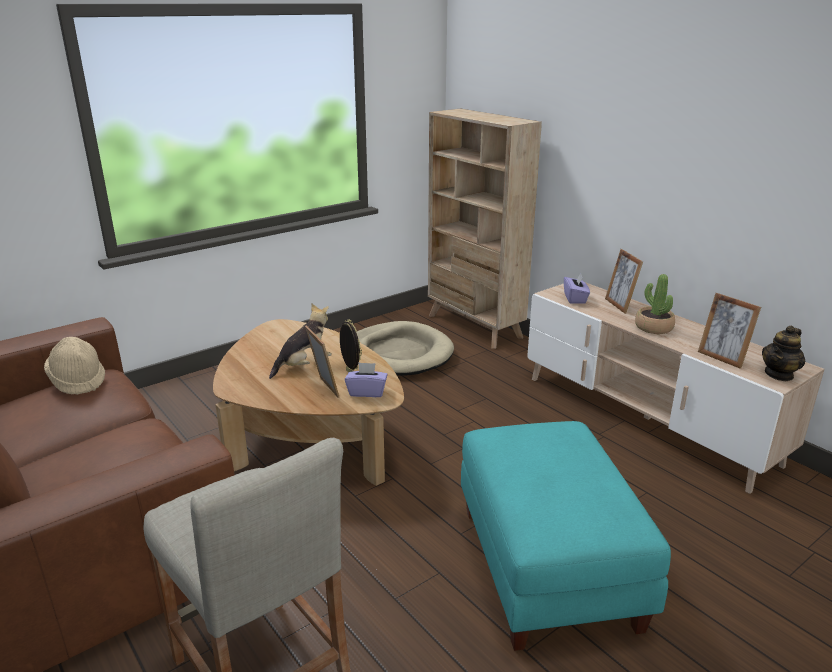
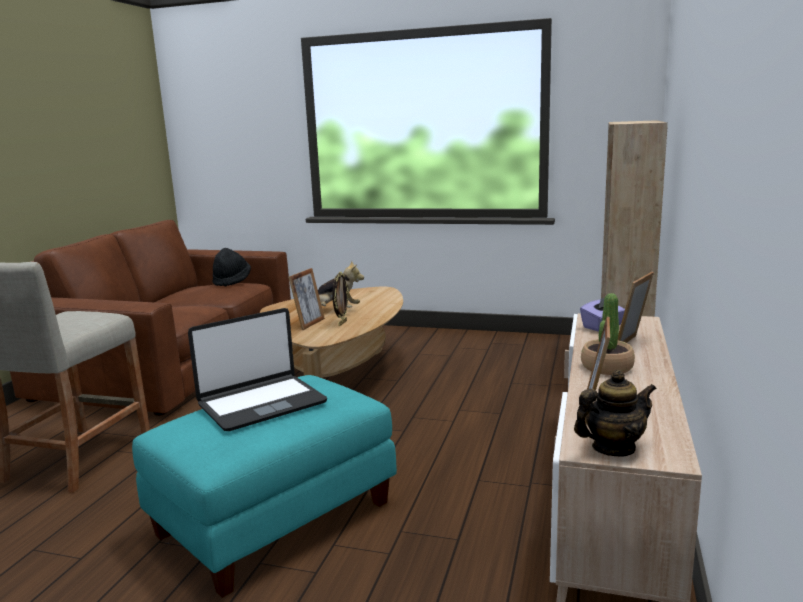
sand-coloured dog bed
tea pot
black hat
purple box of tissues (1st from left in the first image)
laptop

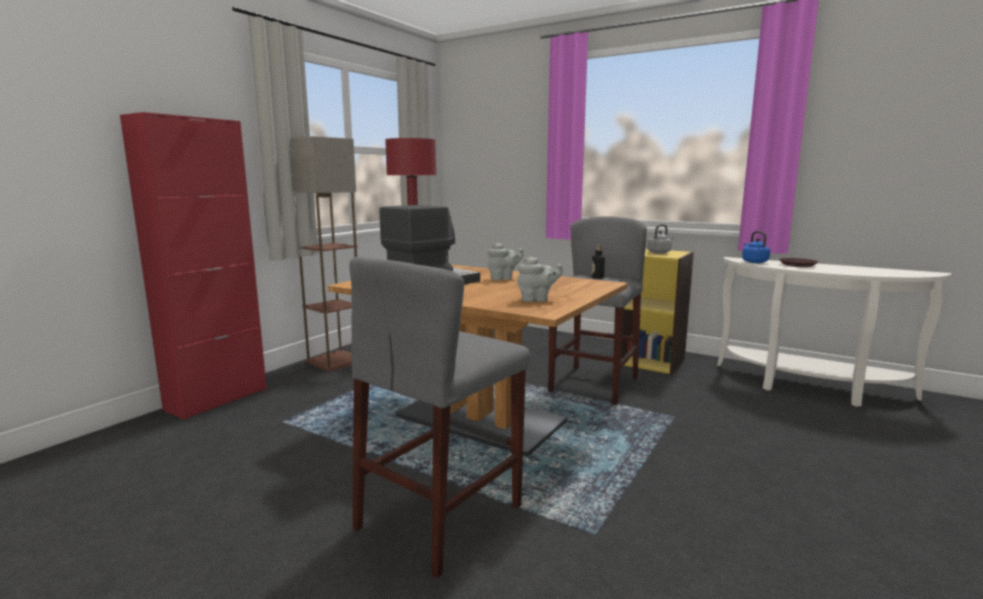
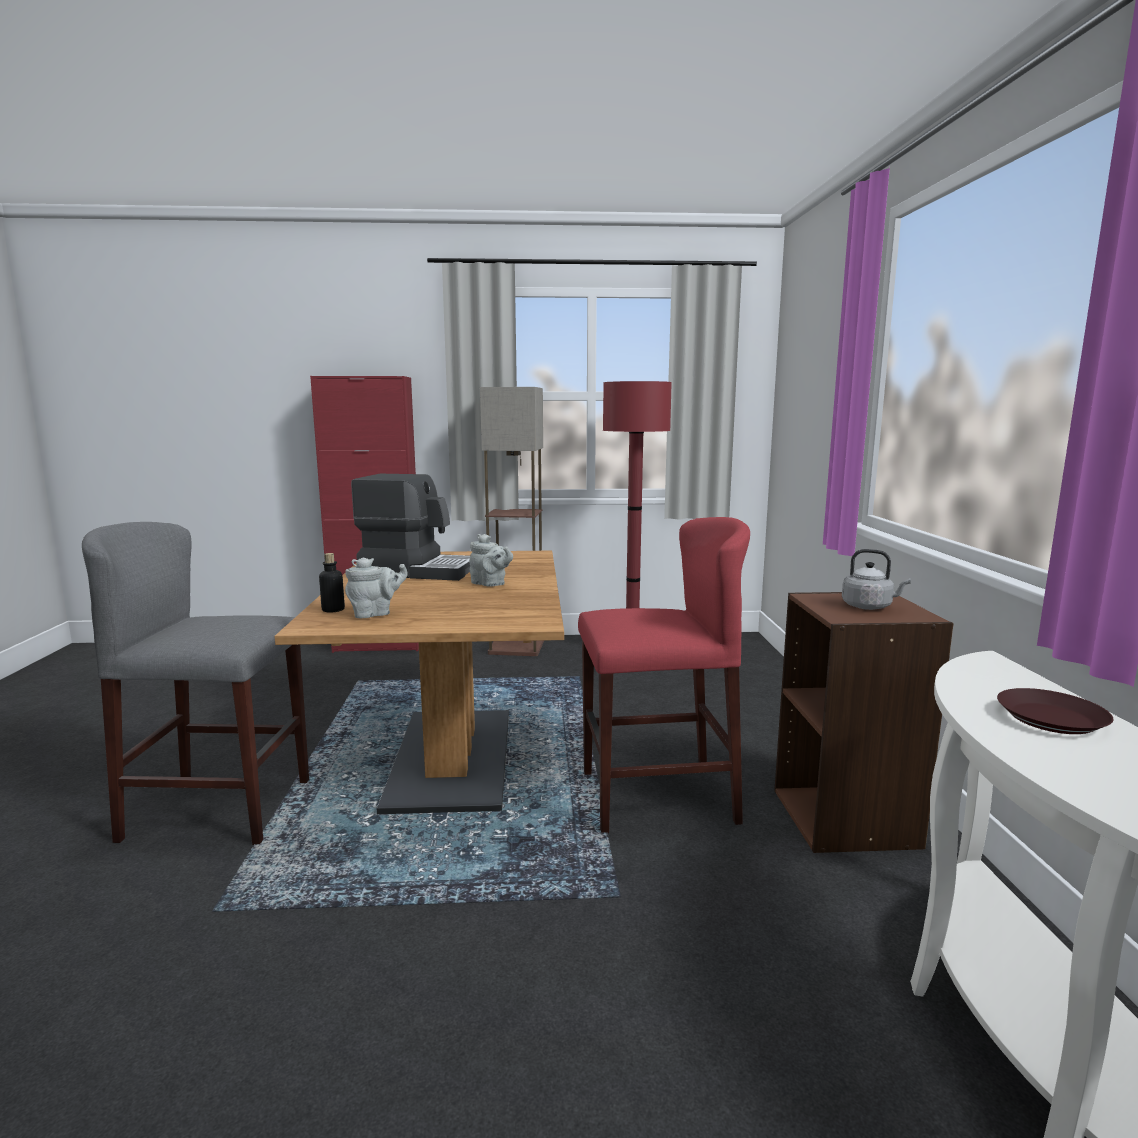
reddish sitting stool
blue water kettle
beverage bottle
brownish bookcase
grey tea pot (1st from left)

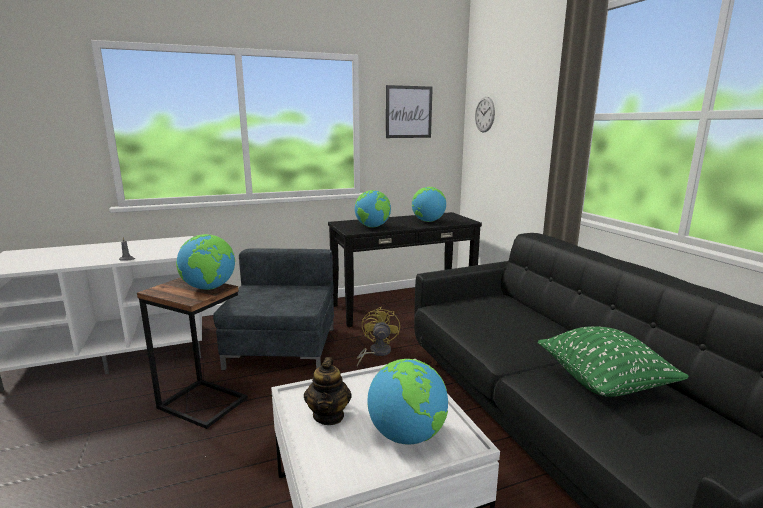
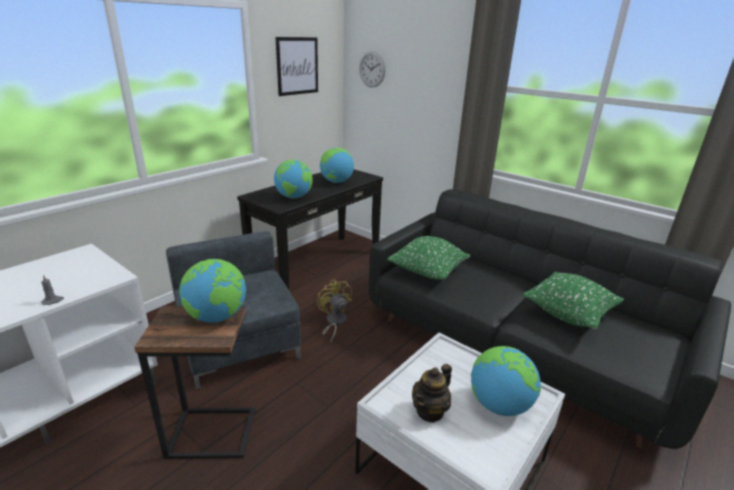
tea pot
greenish throw pillow (1st from left)

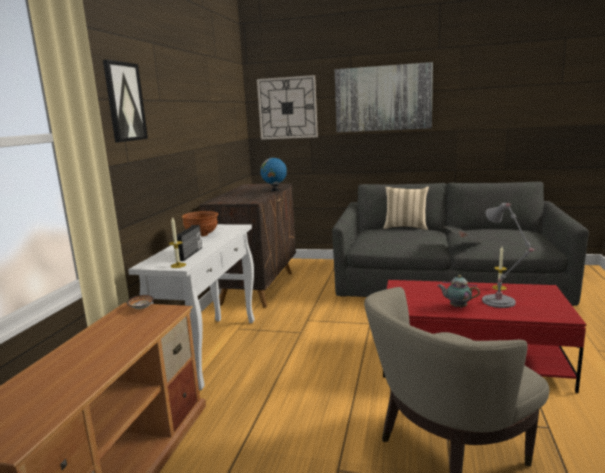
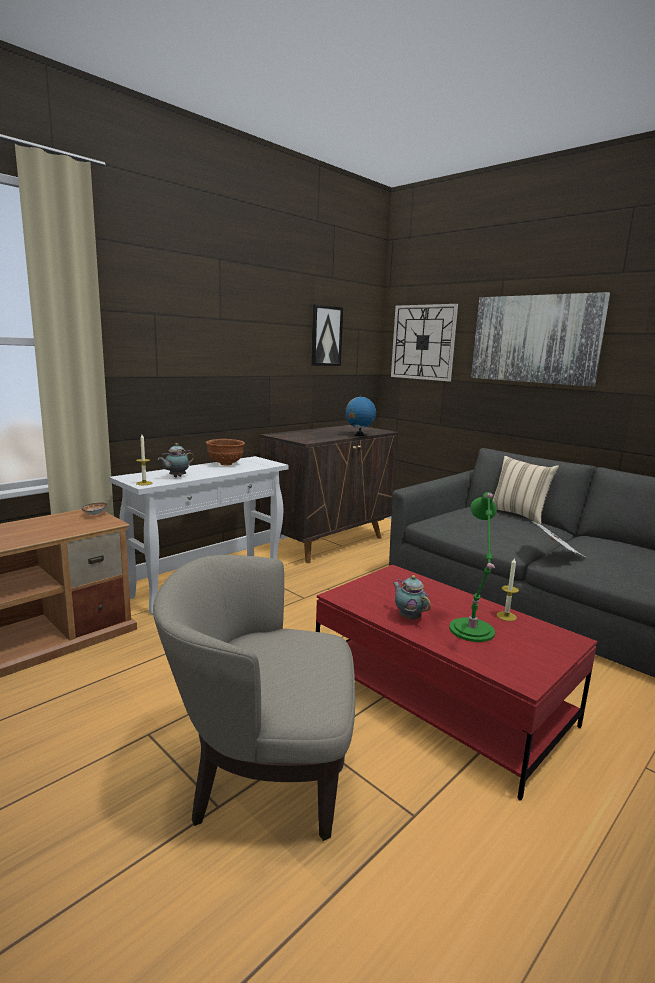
wall art (1st from left)
greenish tabletop lamp
tea pot (1st from left)

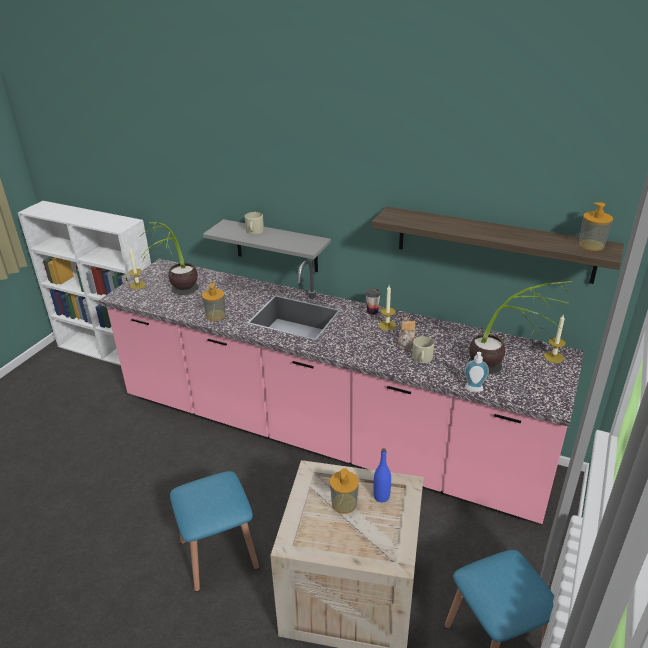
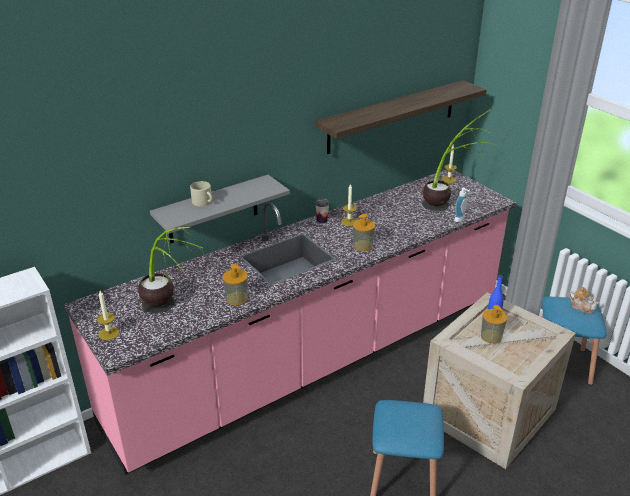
soap bottle (2nd from left)
tea pot
sand-coloured mug (2nd from left in the first image)

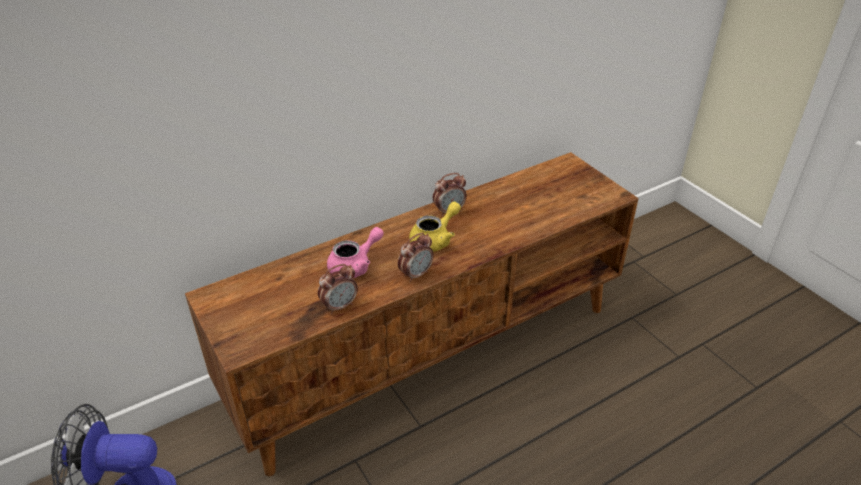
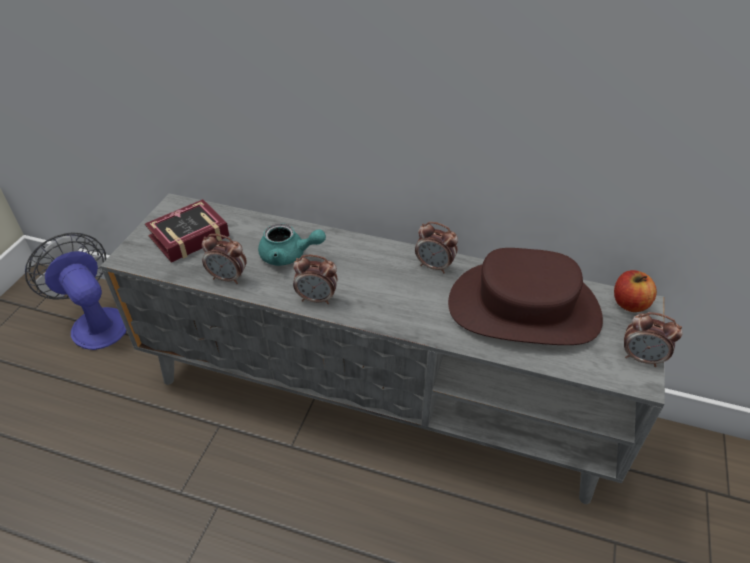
grey tv stand
yellowish tea pot
turquoise tea pot
bound book
brownish hat
whole apple
bedside clock (4th from left)

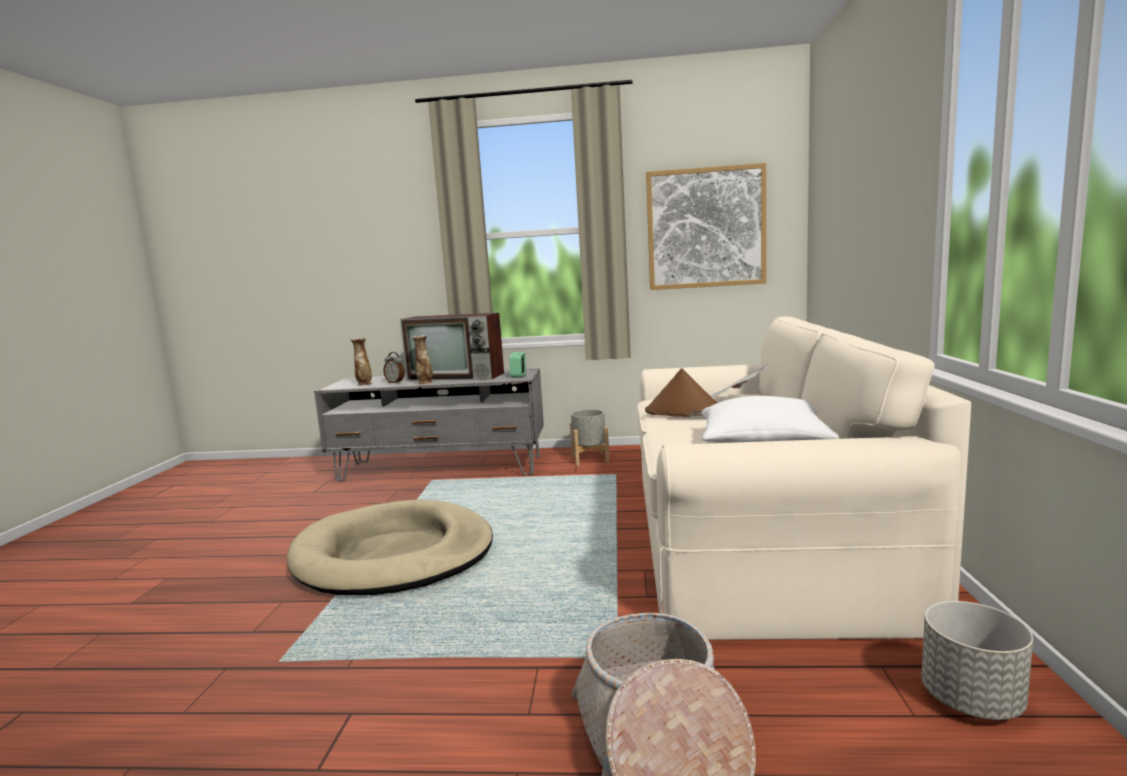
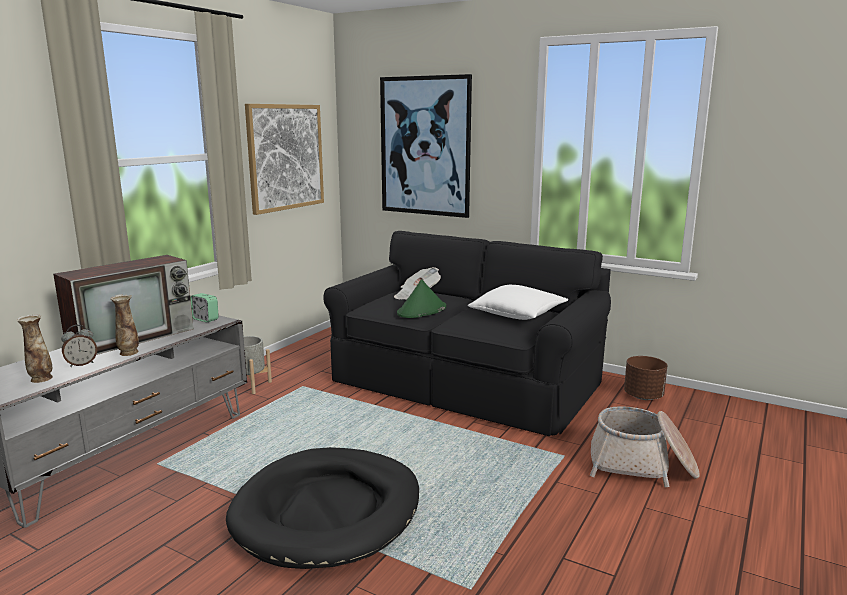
black sofa
greenish hat
black dog bed
brownish plant pot
wall art (2nd from left)

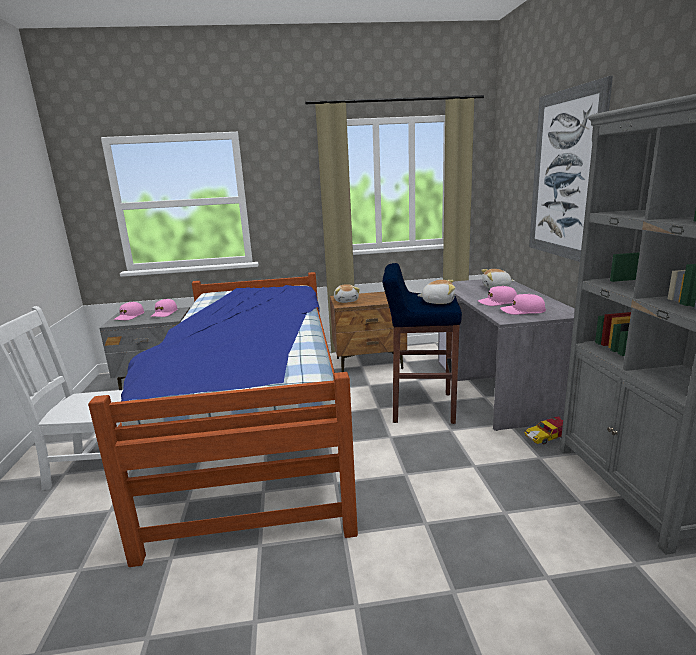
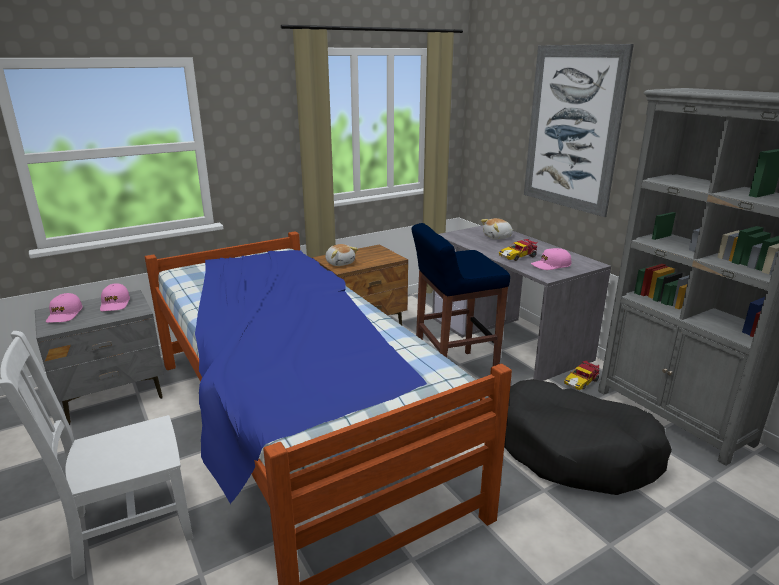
plush toy (2nd from left in the first image)
toy car (1st from left)
black dog bed

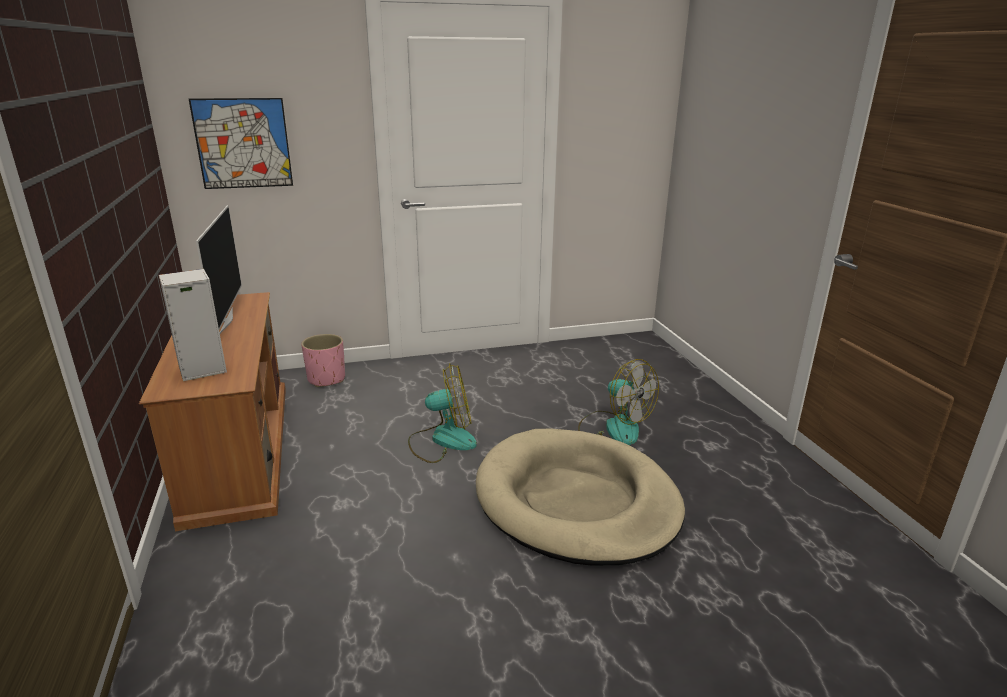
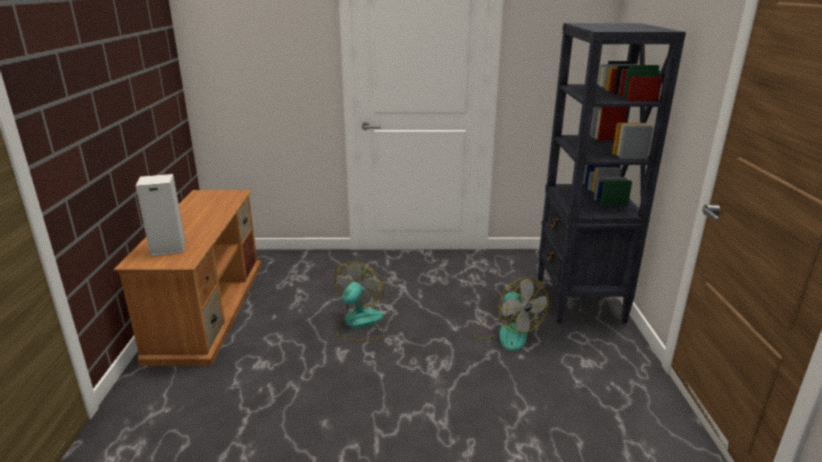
wall art
TV
pinkish plant pot
fan (1st from left)
sand-coloured dog bed
black bookcase

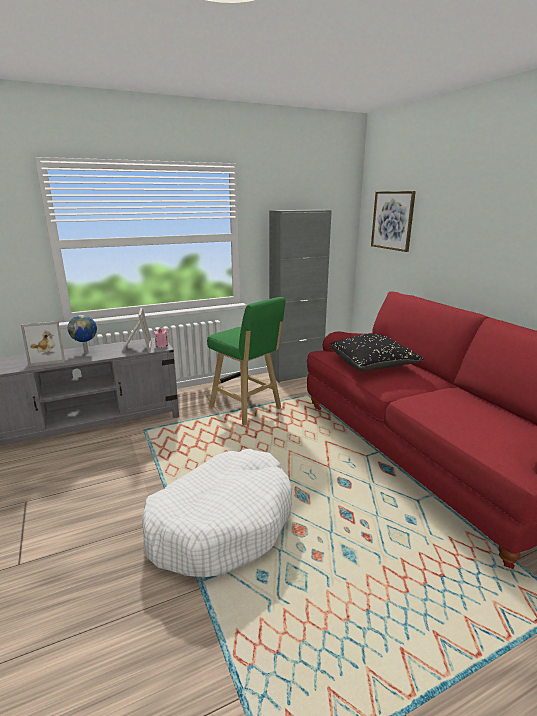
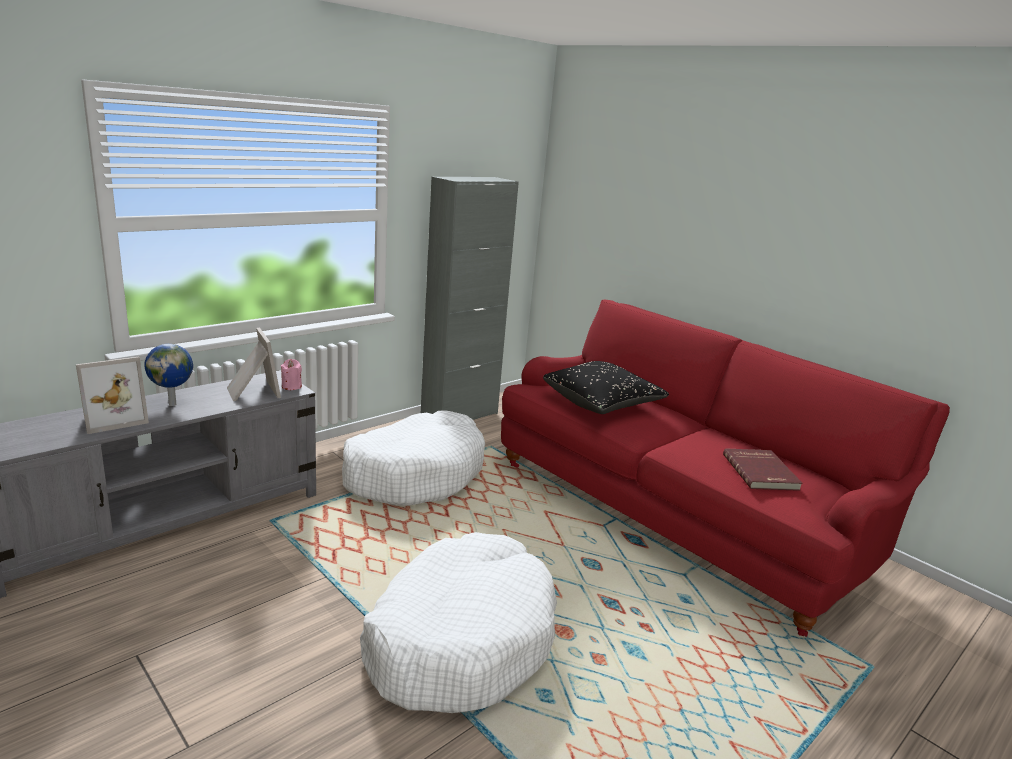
wall art
whitish dog bed (1st from left)
reddish bound book

